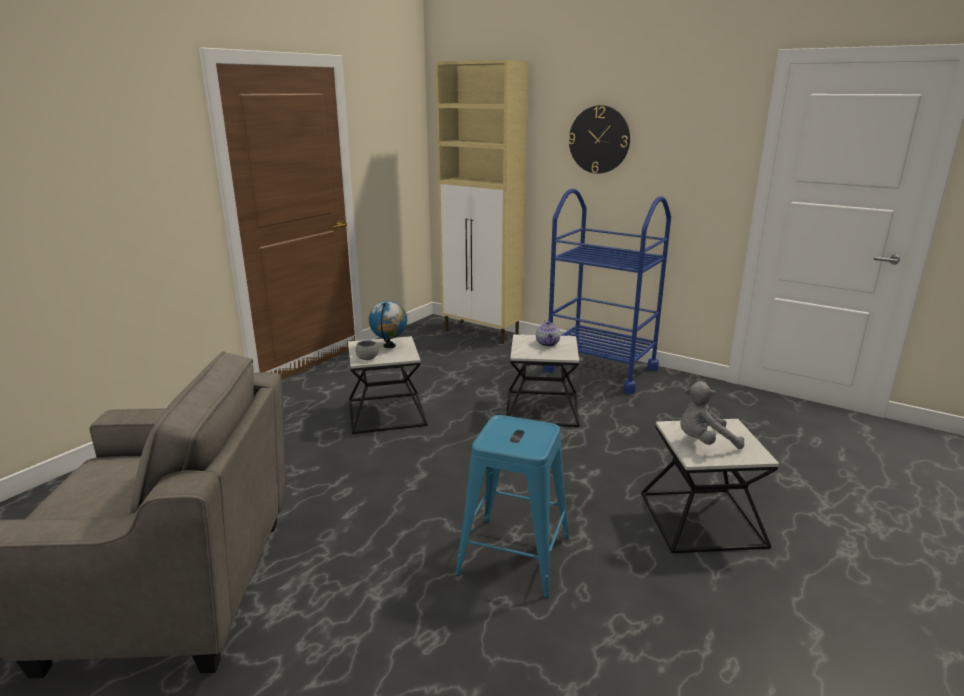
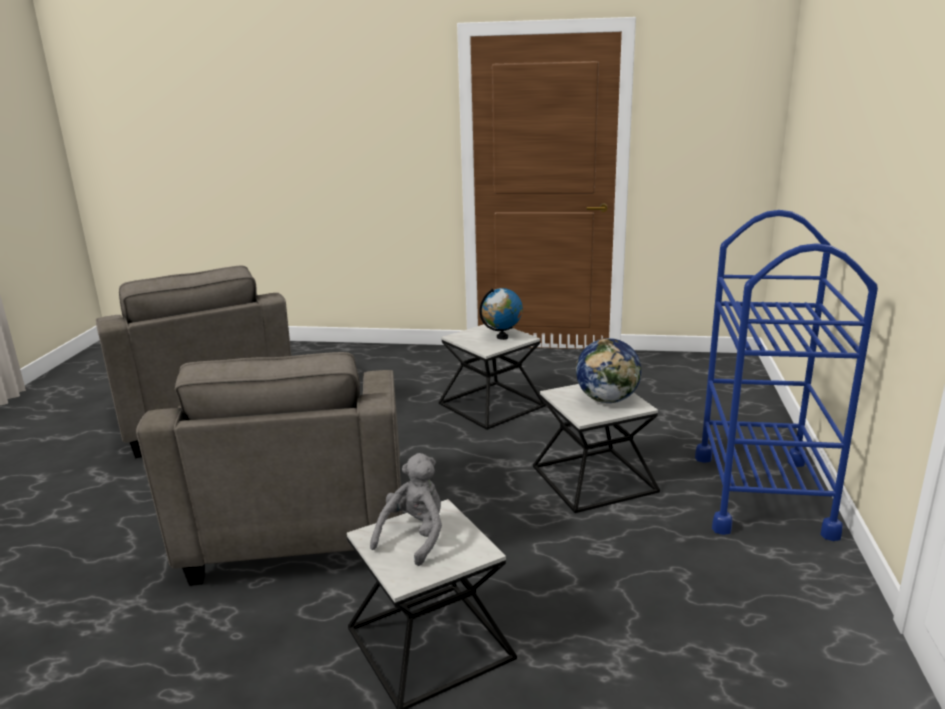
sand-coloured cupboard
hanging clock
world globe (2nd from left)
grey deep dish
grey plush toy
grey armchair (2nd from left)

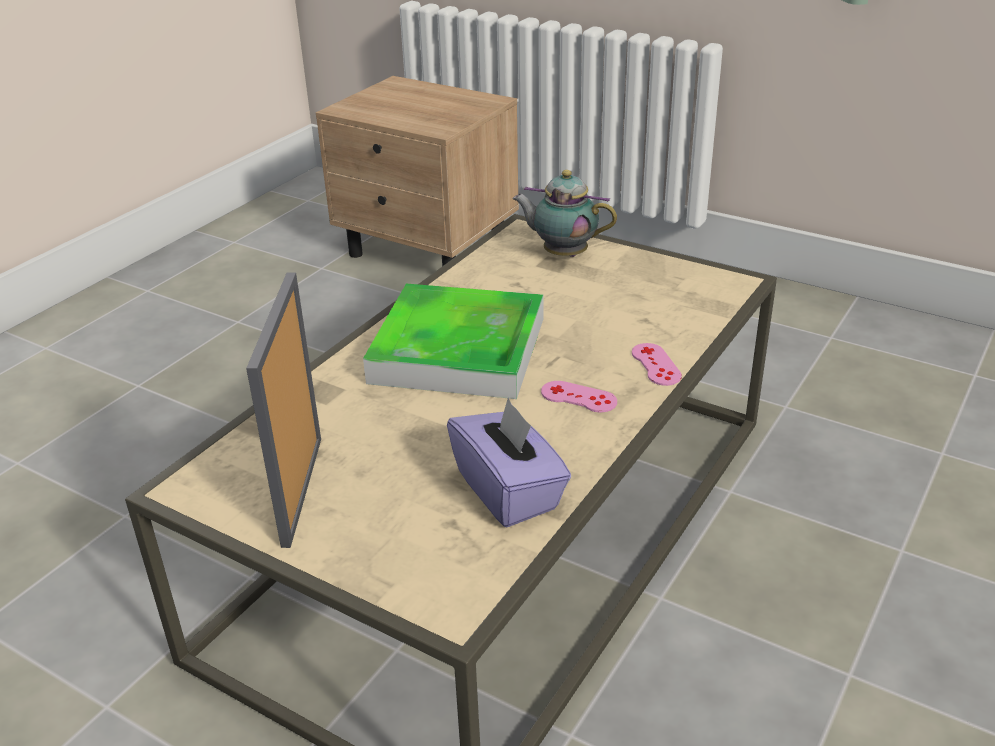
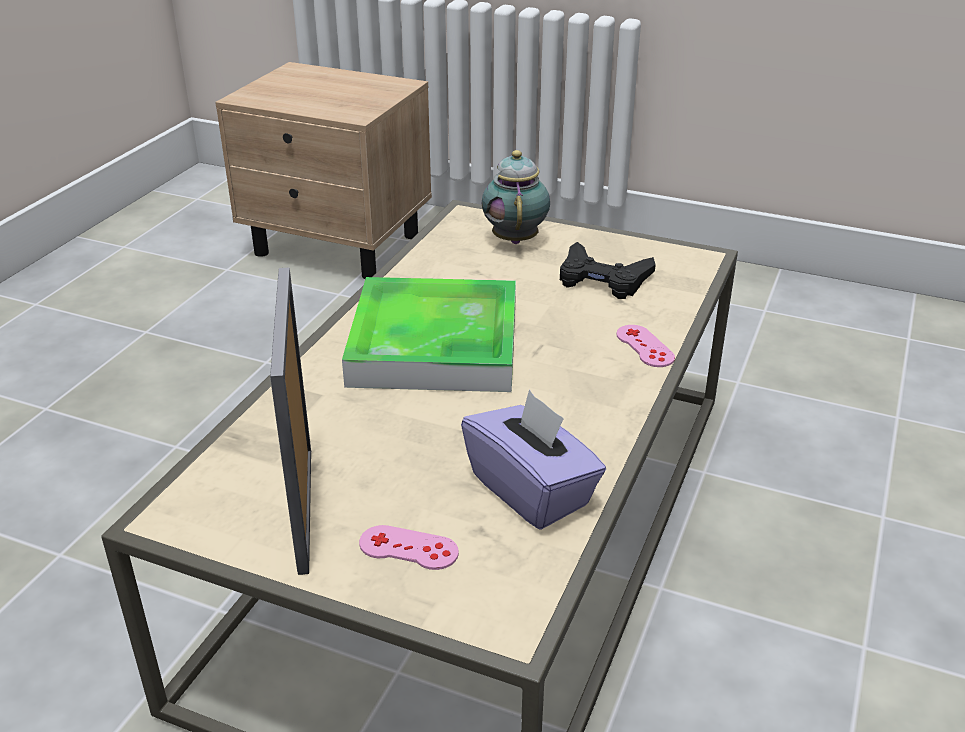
tea pot
pinkish joypad (1st from left)
black joypad

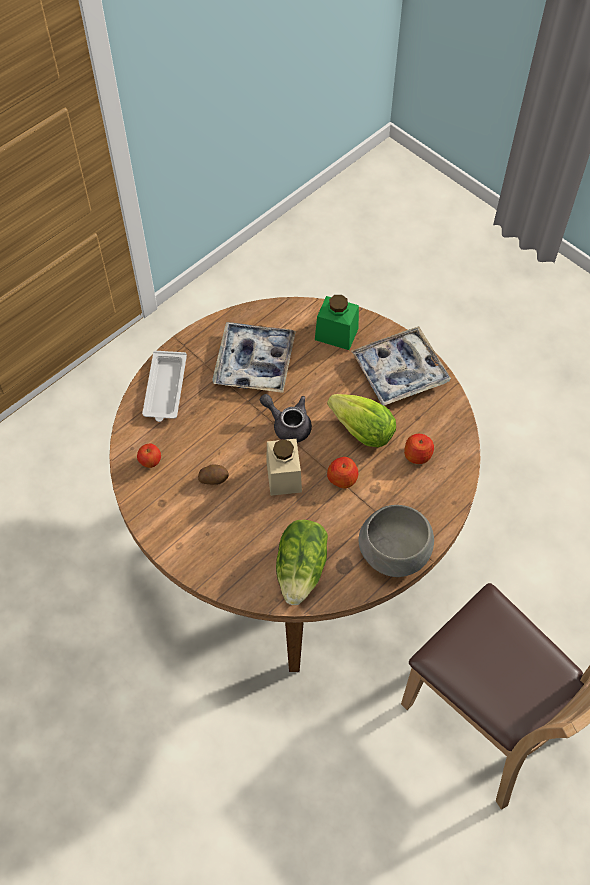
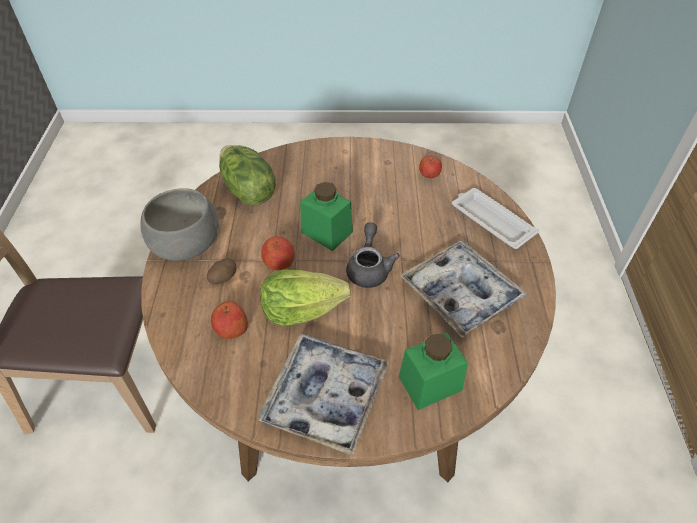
grey tea pot
greenish jar (1st from left)
potato

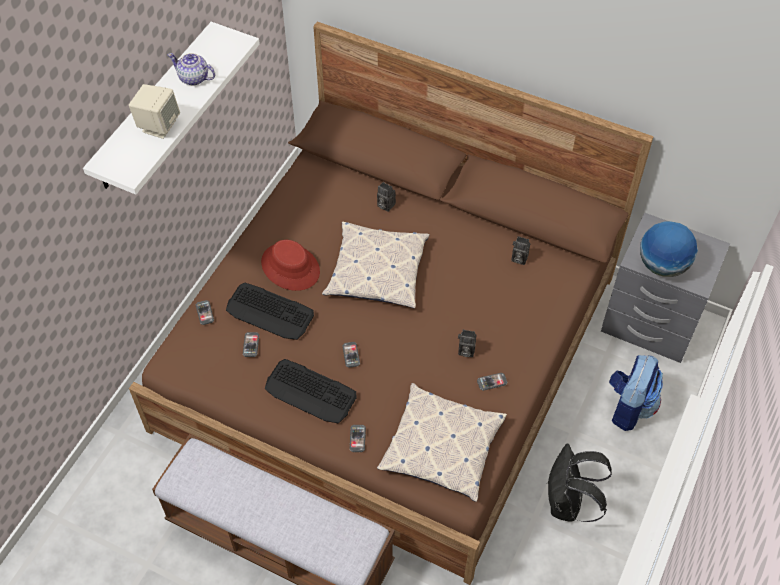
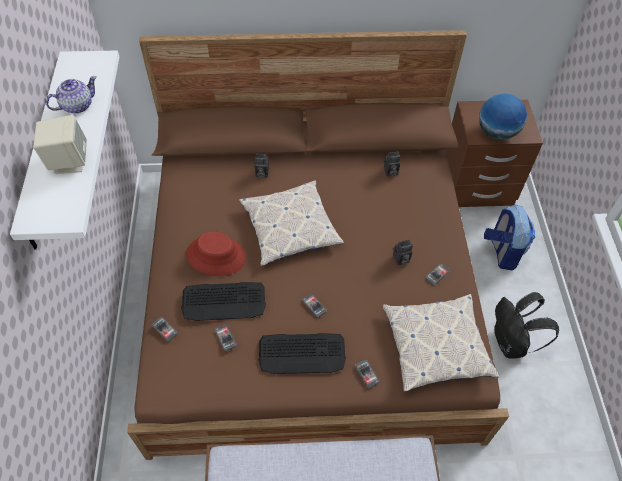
tea pot
brownish bedside table

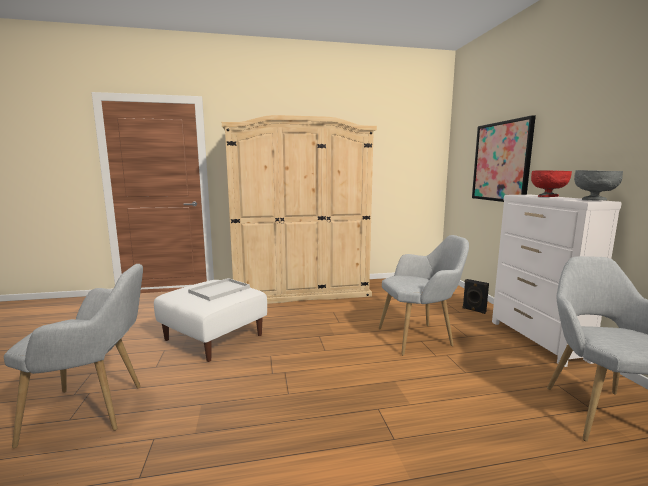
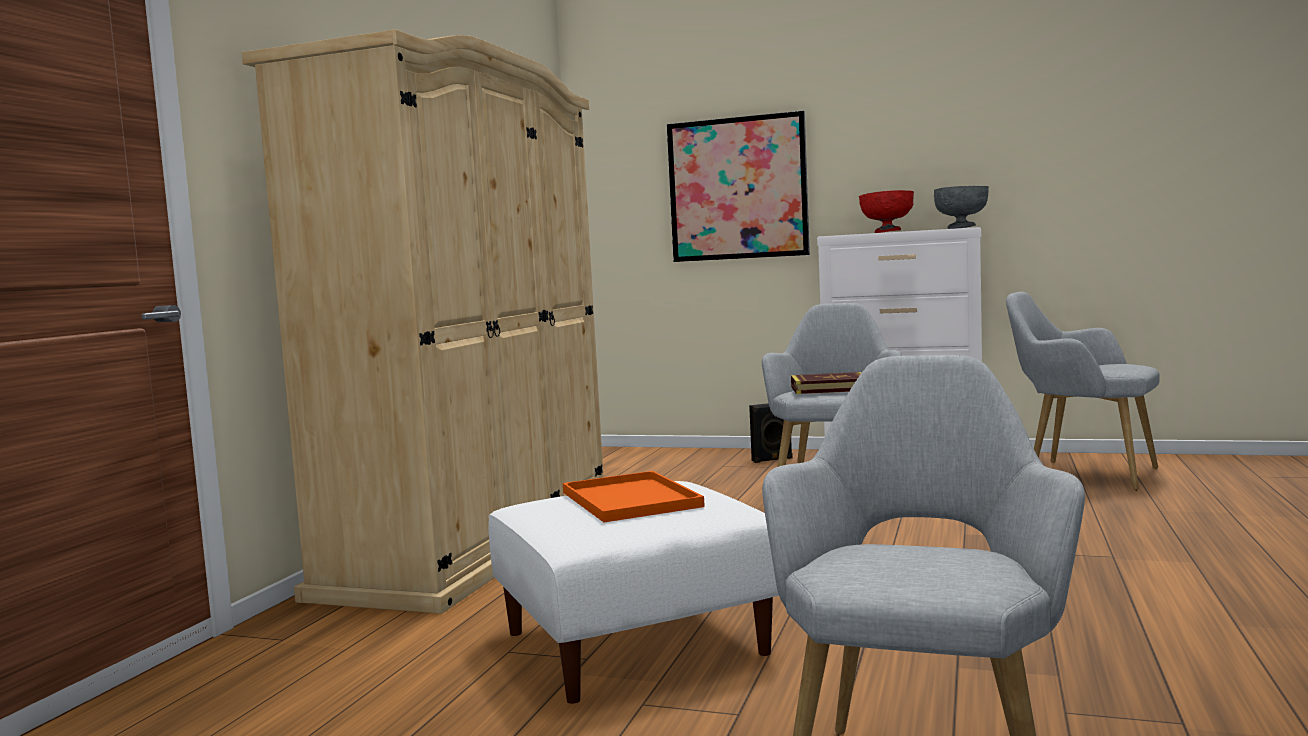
orange tray
bound book

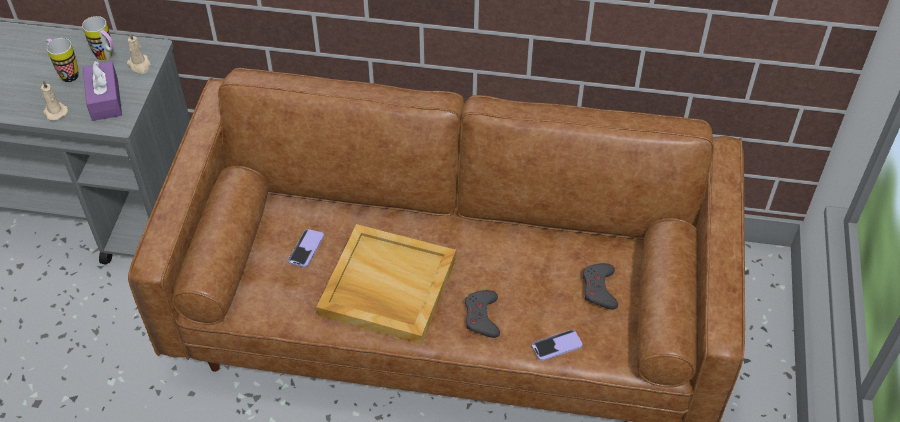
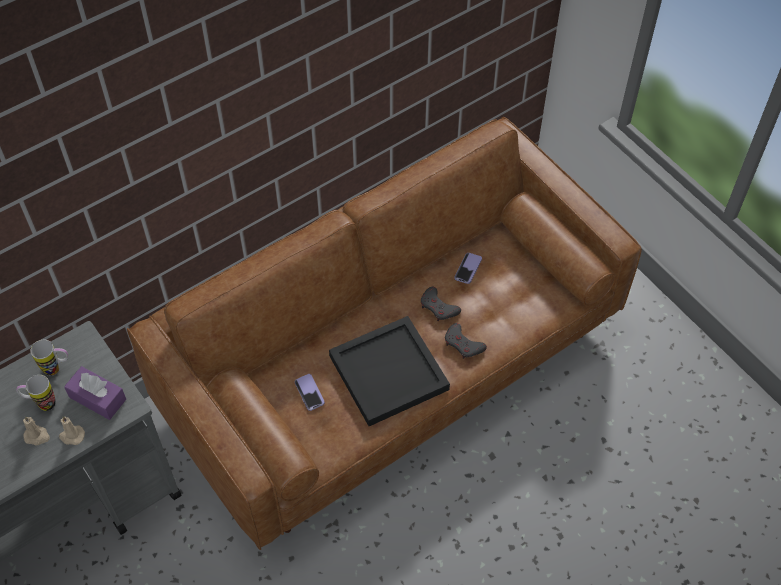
sand-coloured wax candle (1st from left)
black tray
grey joypad (1st from left)
handset (2nd from left)

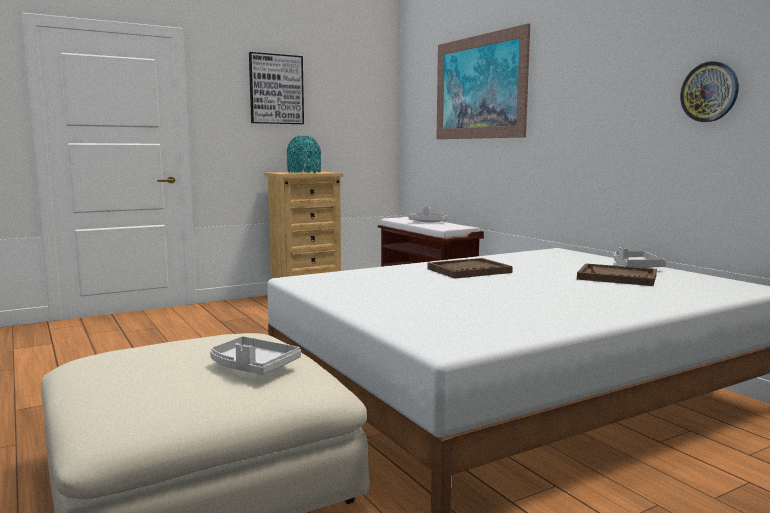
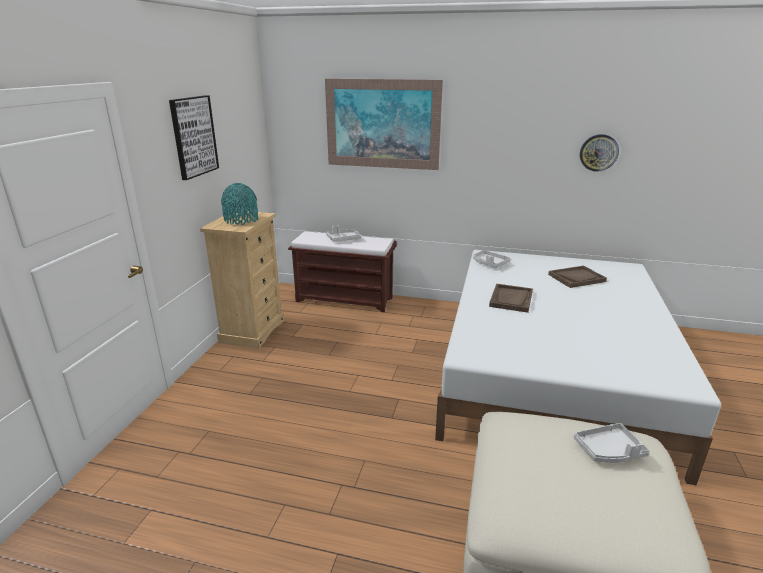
grey tray (2nd from left)

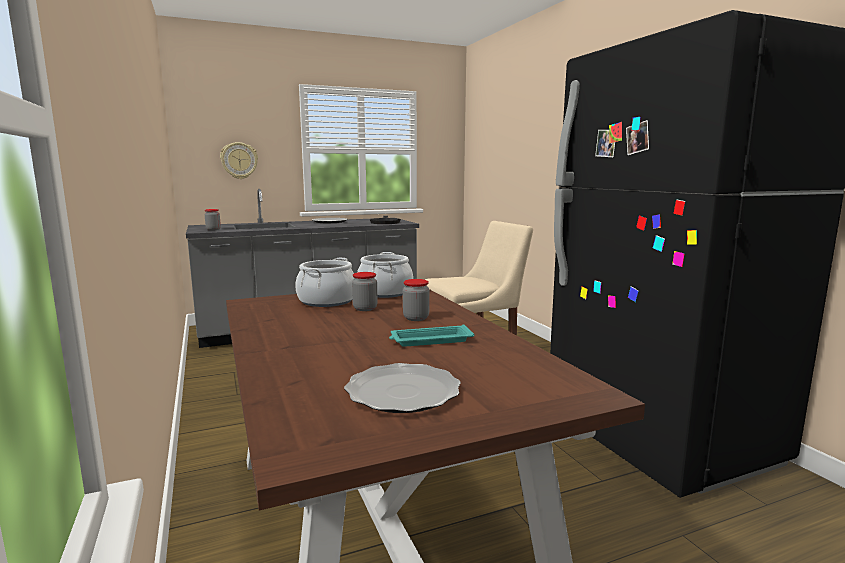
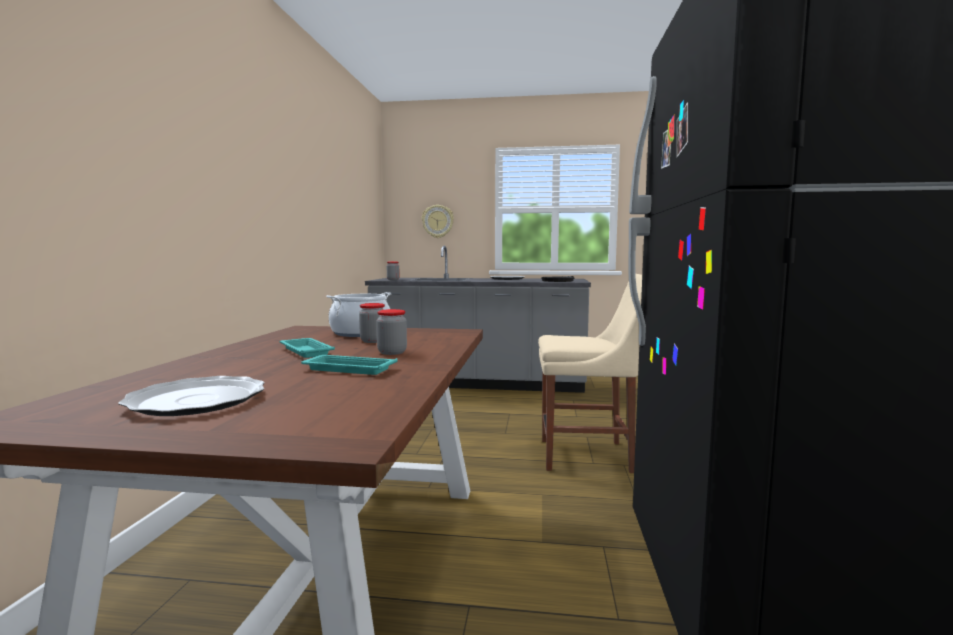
saucepot (2nd from left in the first image)
turquoise tray (1st from left)

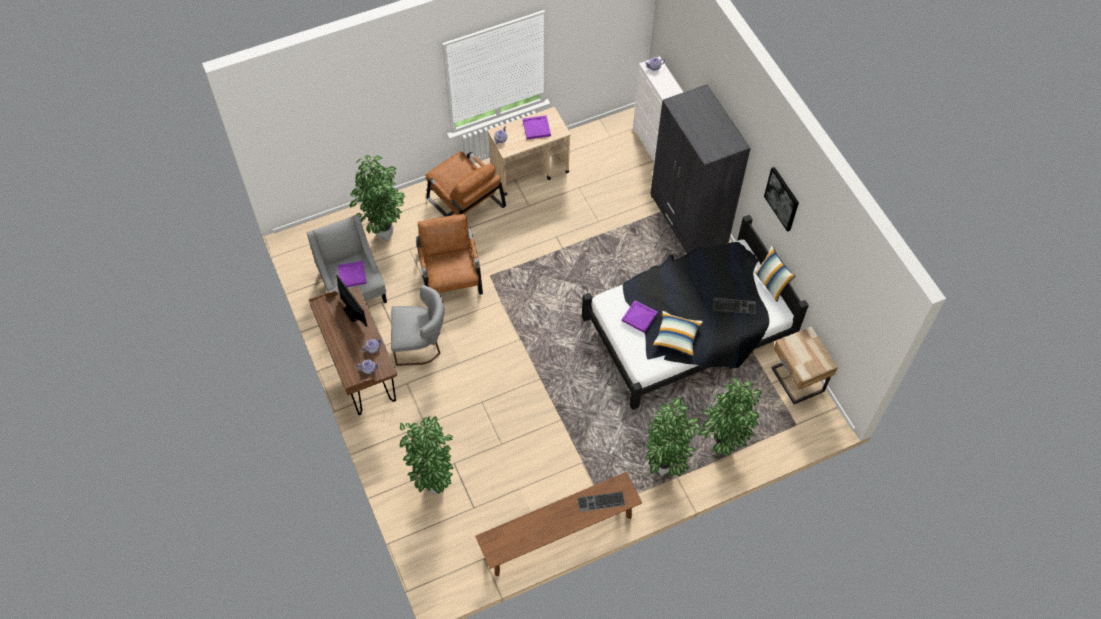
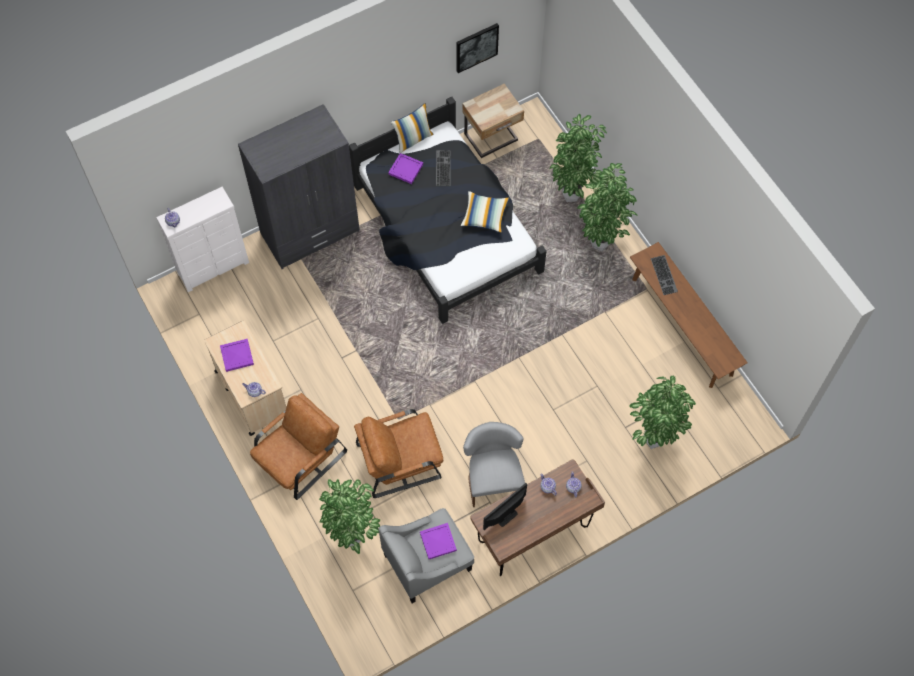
wall art
purple tray (2nd from left)

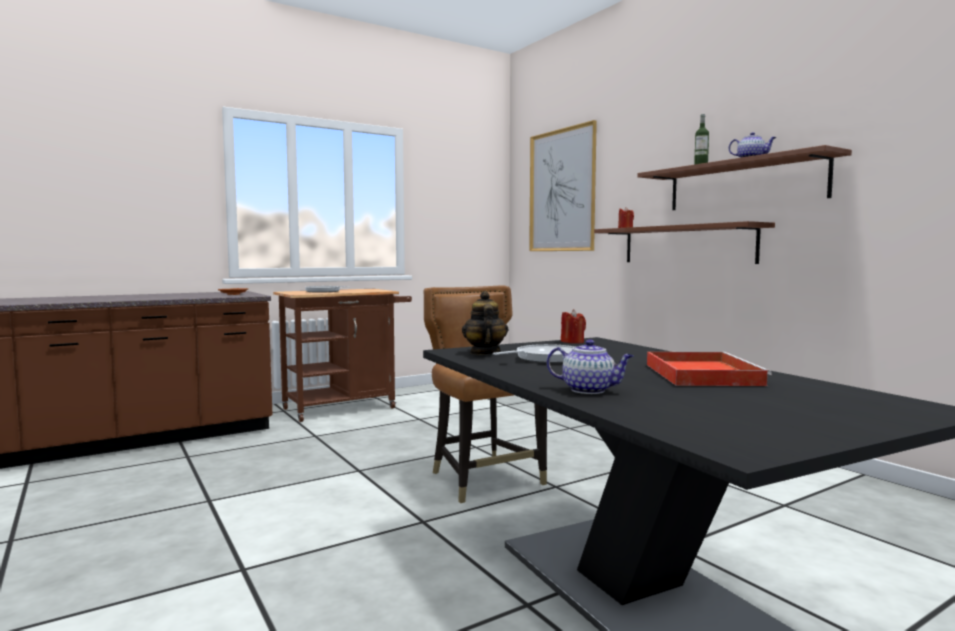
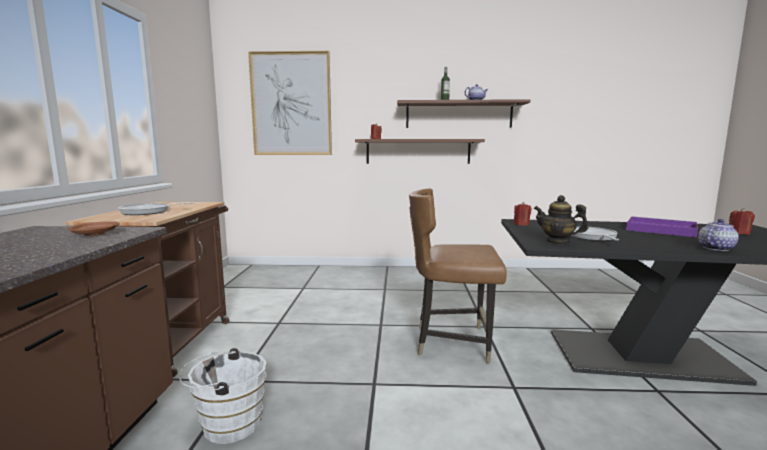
purple tray
reddish wax candle (3rd from left)
whitish water bucket

